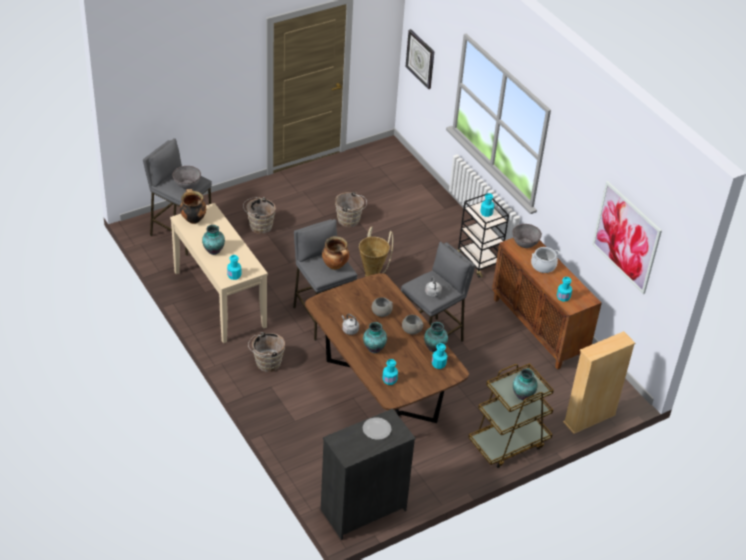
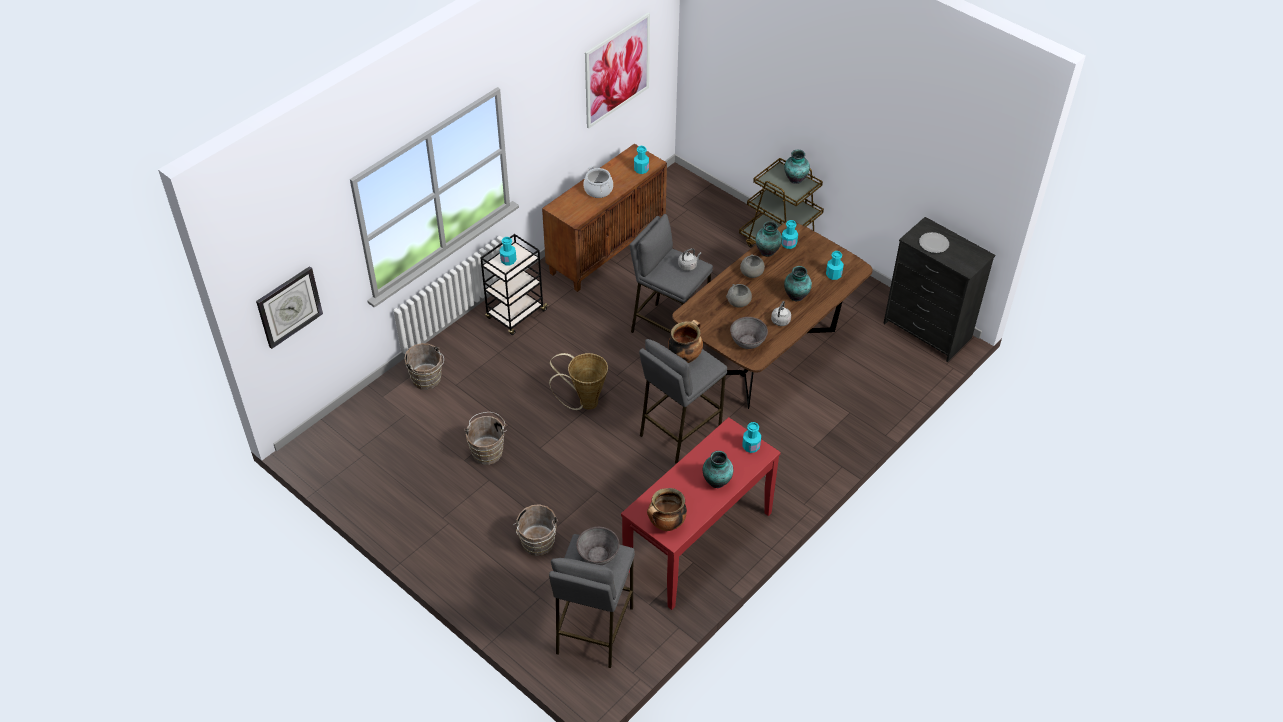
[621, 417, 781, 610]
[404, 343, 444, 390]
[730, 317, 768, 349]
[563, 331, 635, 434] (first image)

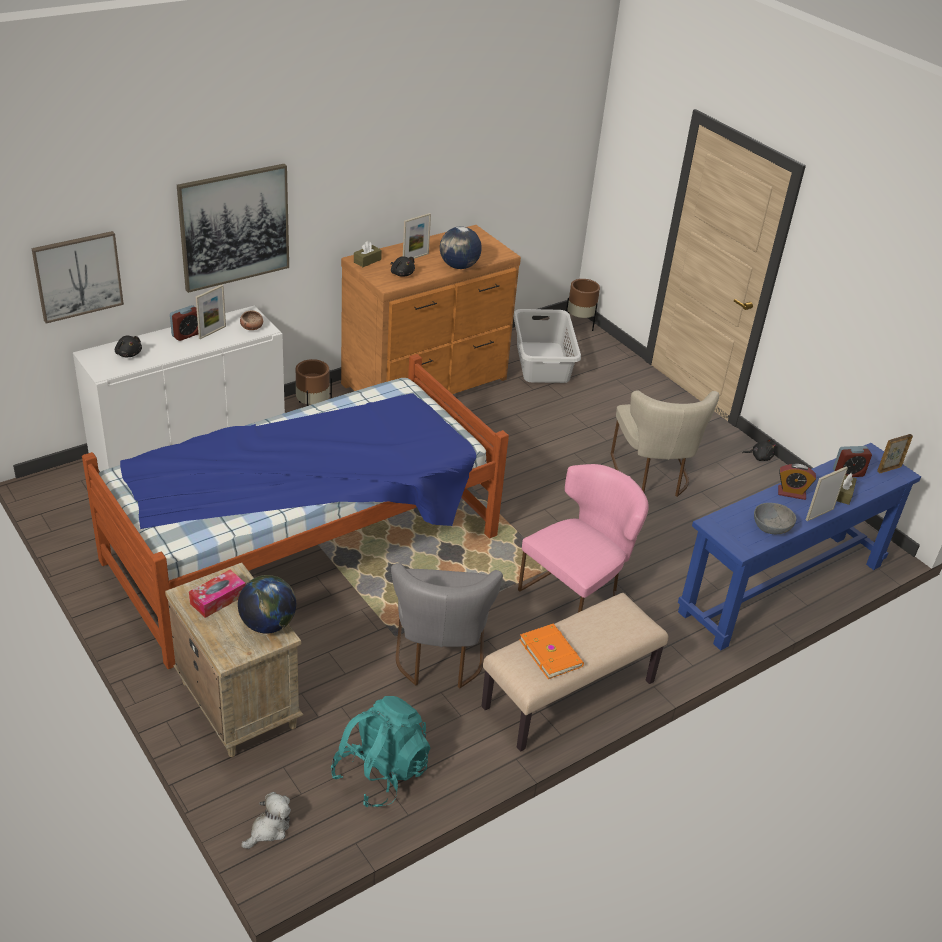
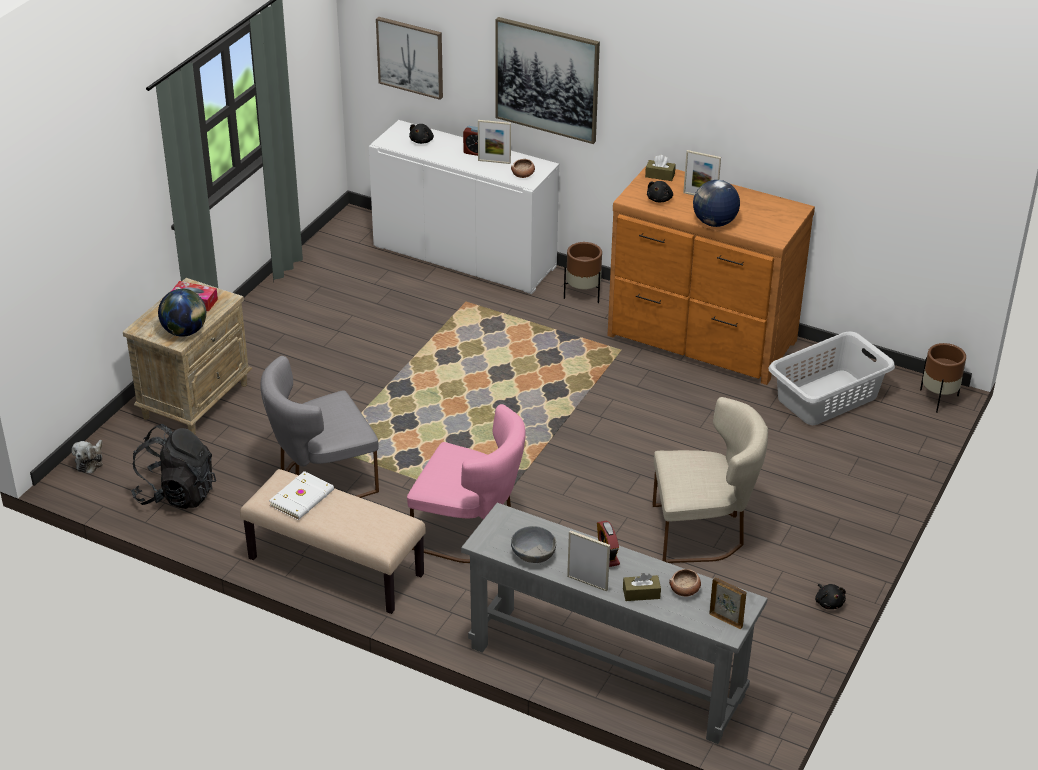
[82, 354, 509, 669] (first image)
[72, 440, 103, 474]
[131, 424, 216, 509]
[269, 471, 334, 520]
[652, 397, 768, 563]
[461, 503, 768, 744]
[669, 569, 701, 597]

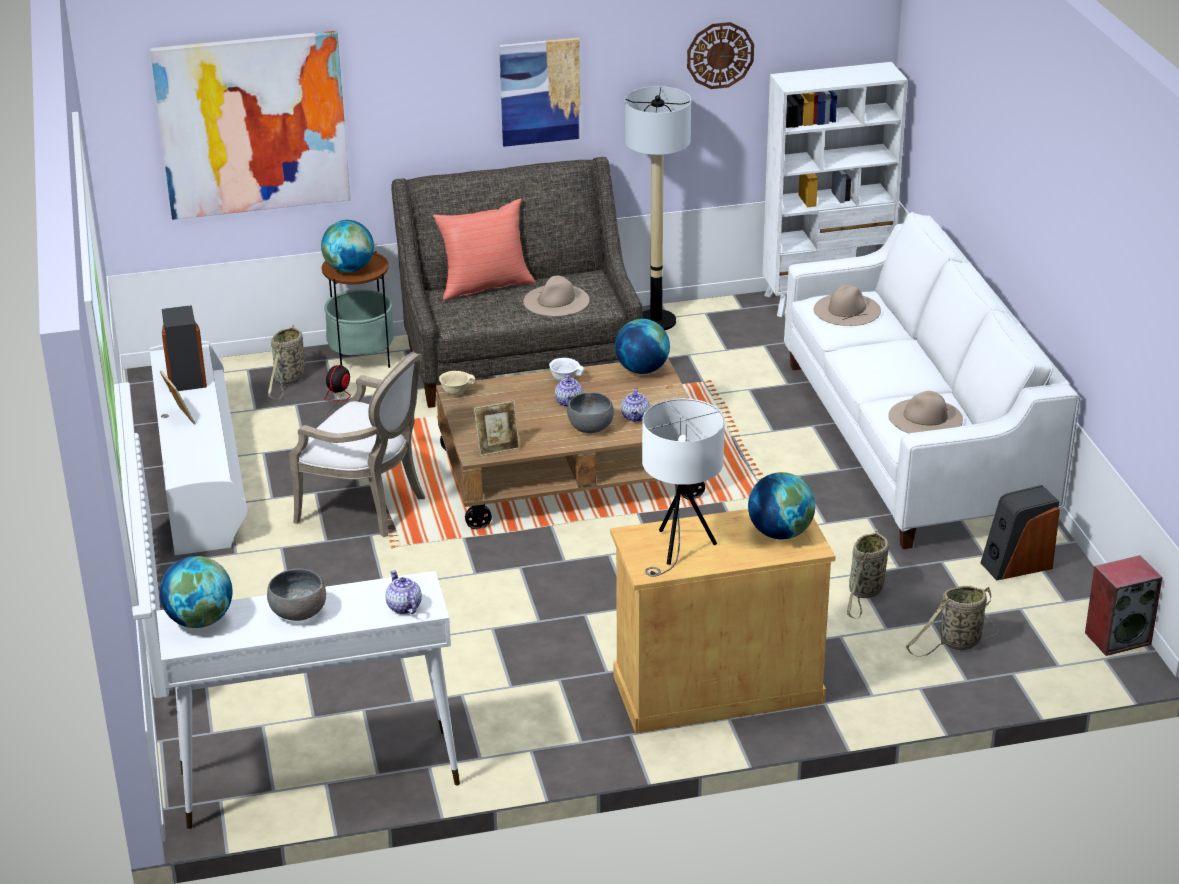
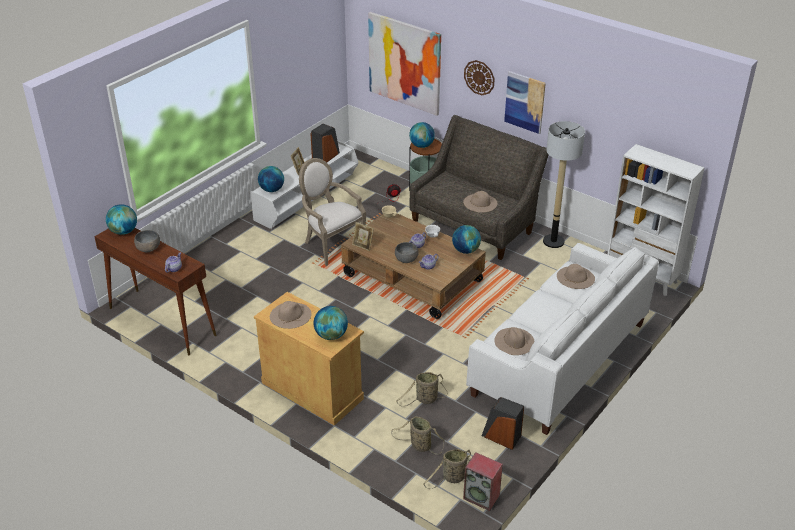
[94, 228, 216, 355]
[423, 449, 471, 489]
[299, 158, 366, 266]
[433, 198, 535, 301] (first image)
[270, 301, 311, 329]
[464, 60, 495, 95]
[258, 166, 284, 192]

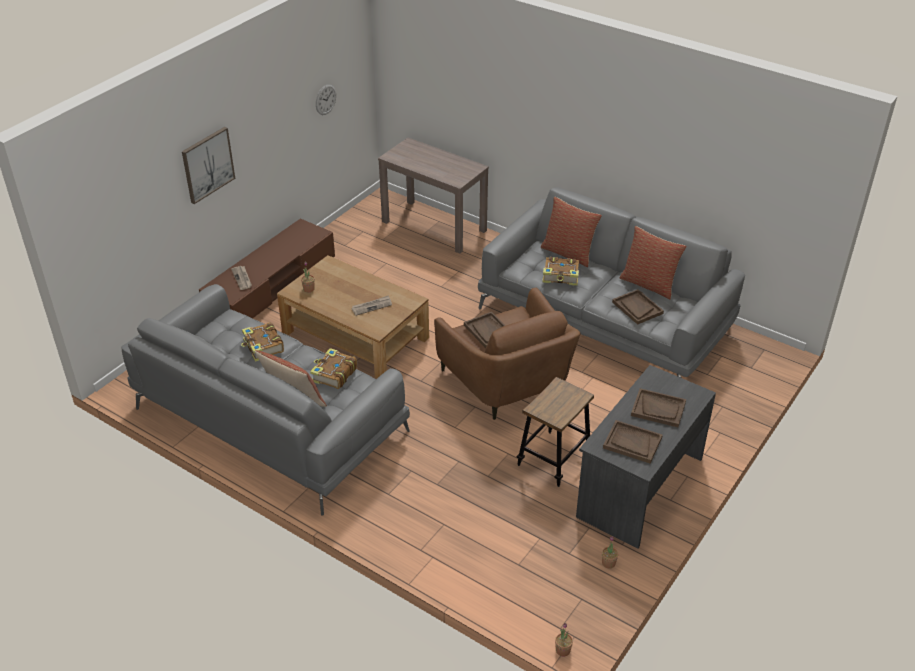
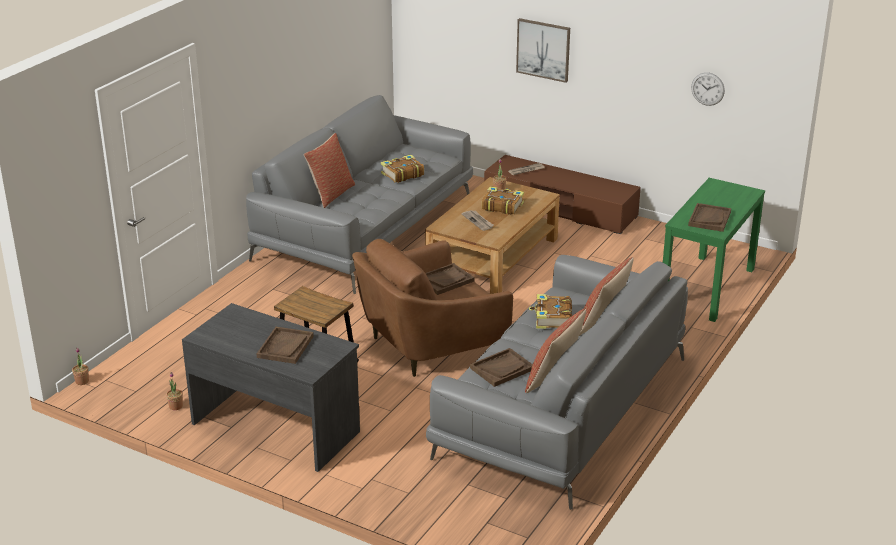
[482, 186, 524, 215]
[663, 178, 765, 322]
[688, 203, 731, 232]

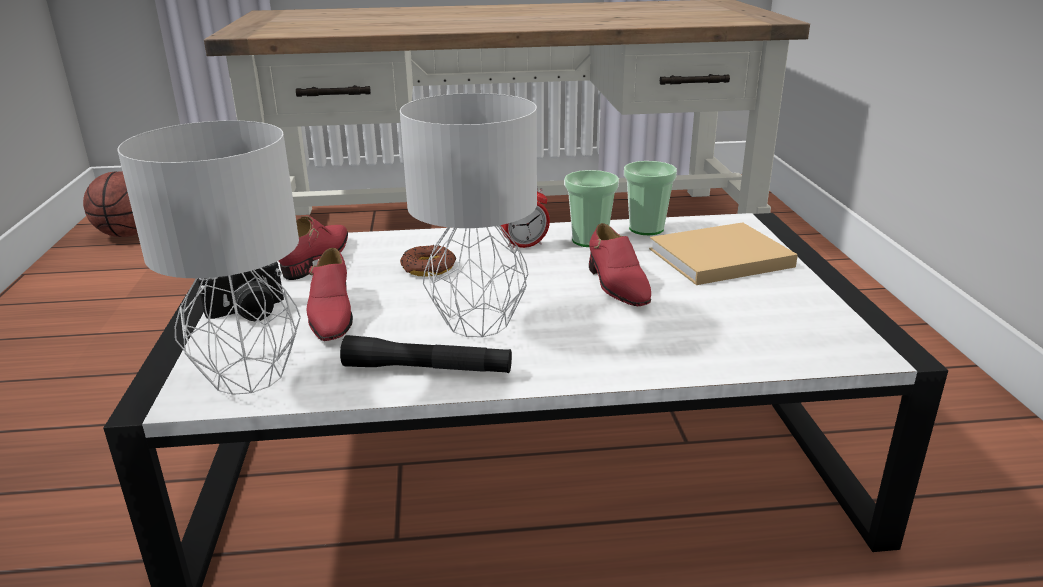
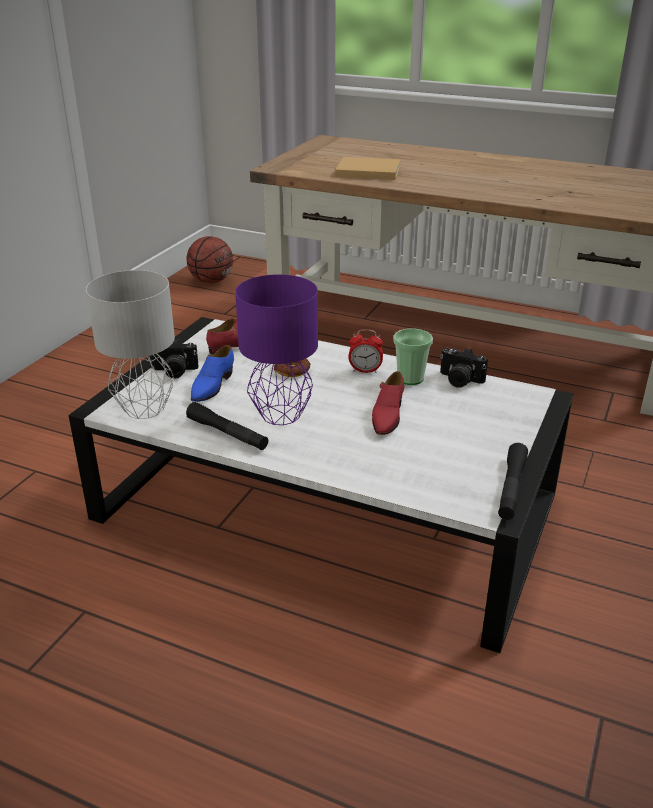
[191, 345, 234, 402]
[235, 274, 318, 425]
[440, 348, 488, 388]
[335, 157, 401, 180]
[498, 443, 528, 520]

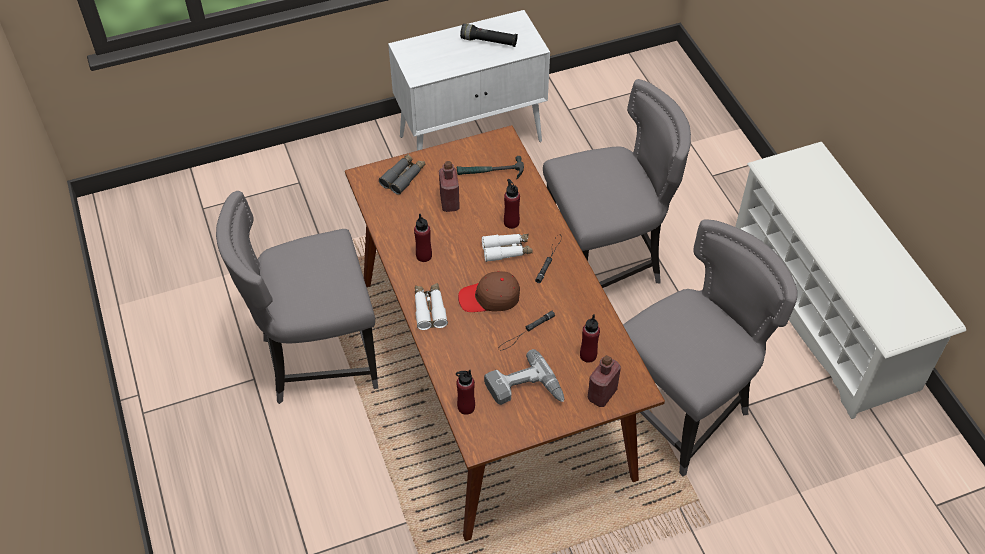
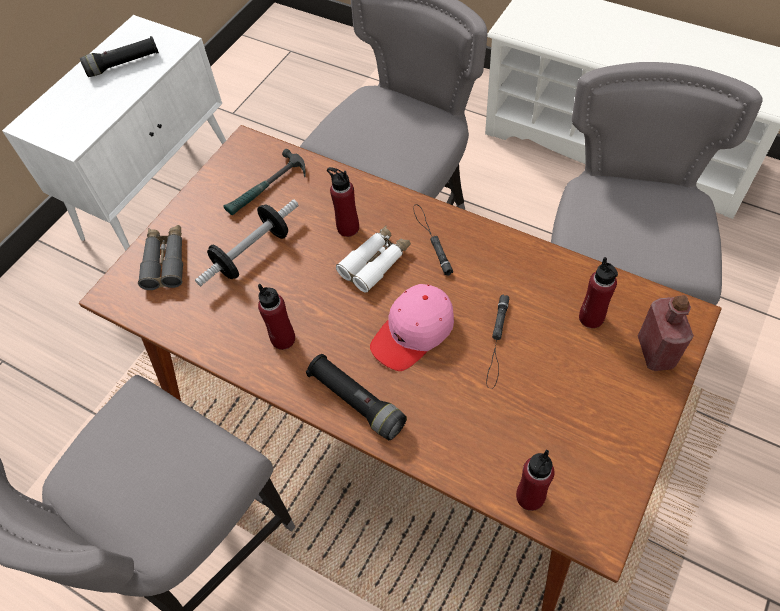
[306, 354, 407, 440]
[195, 199, 299, 286]
[370, 284, 454, 371]
[484, 349, 564, 405] (first image)

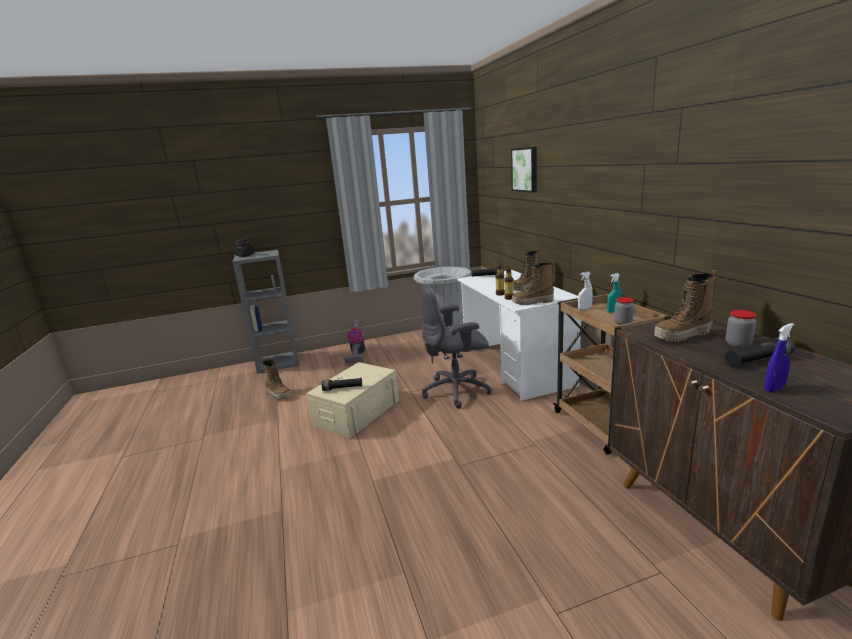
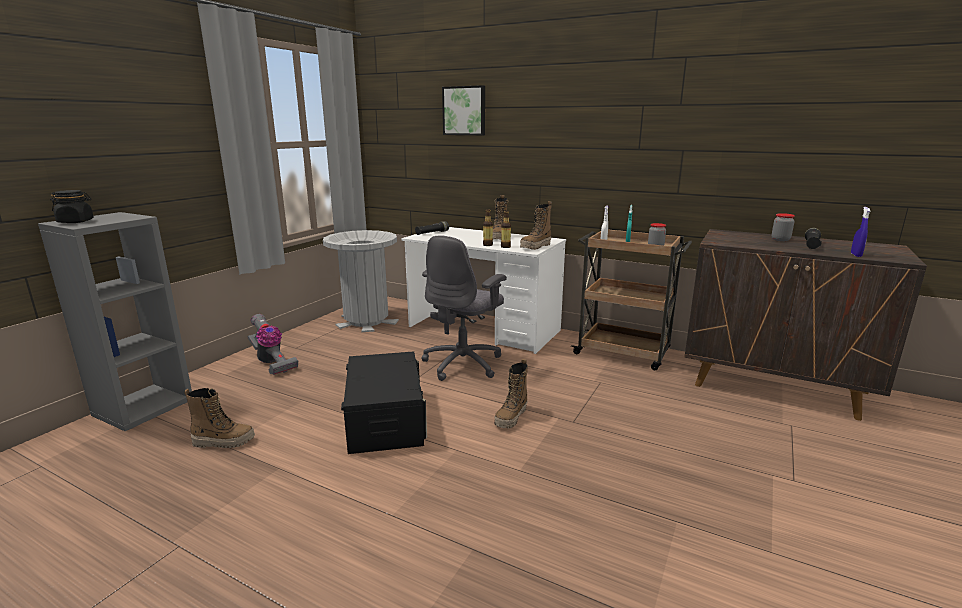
[341, 351, 427, 454]
[322, 378, 362, 391] (first image)
[495, 359, 528, 429]

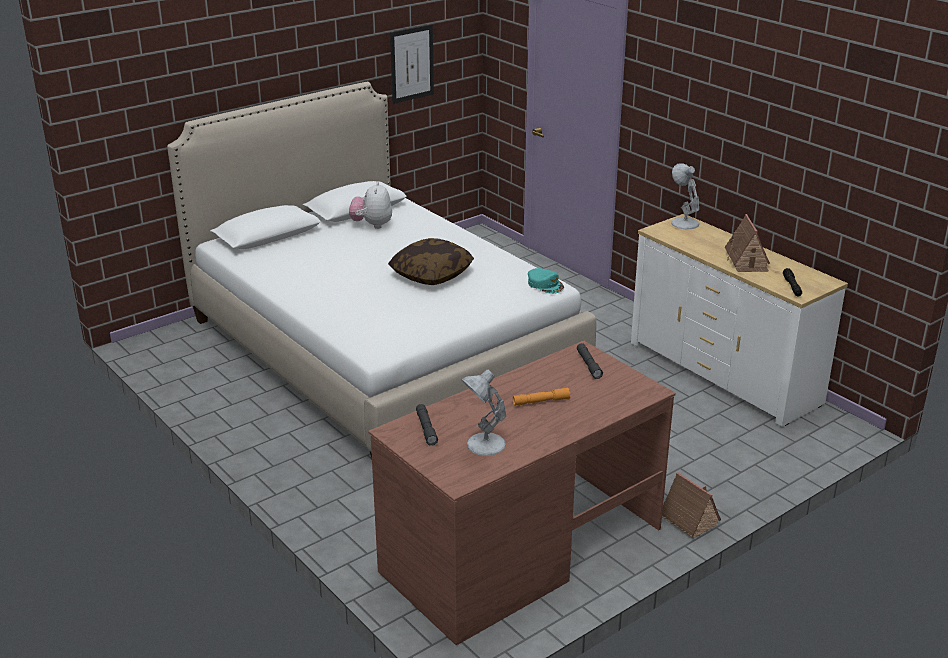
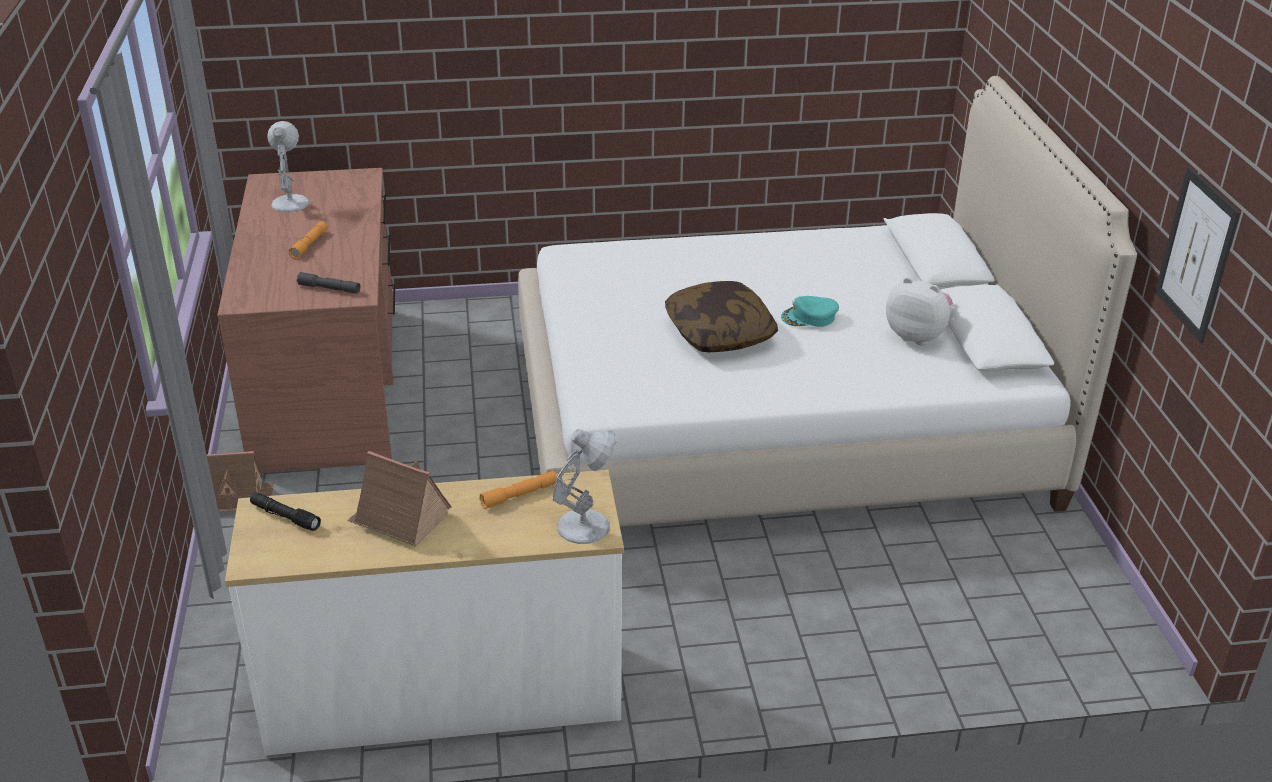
[416, 404, 438, 446] (first image)
[781, 296, 839, 327]
[479, 471, 557, 509]

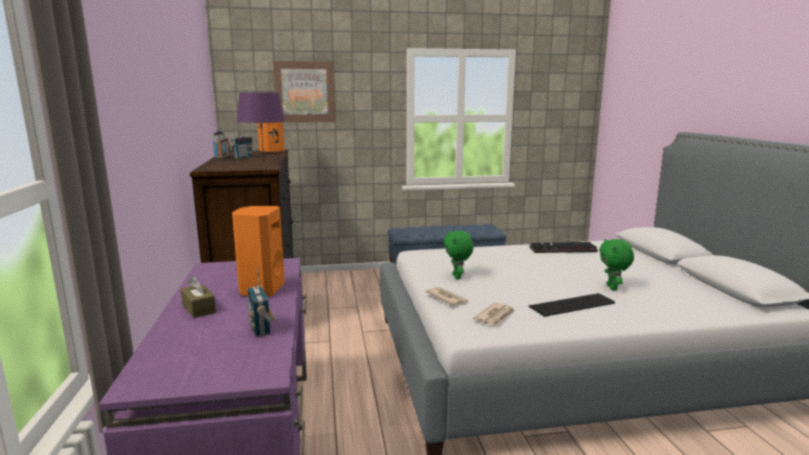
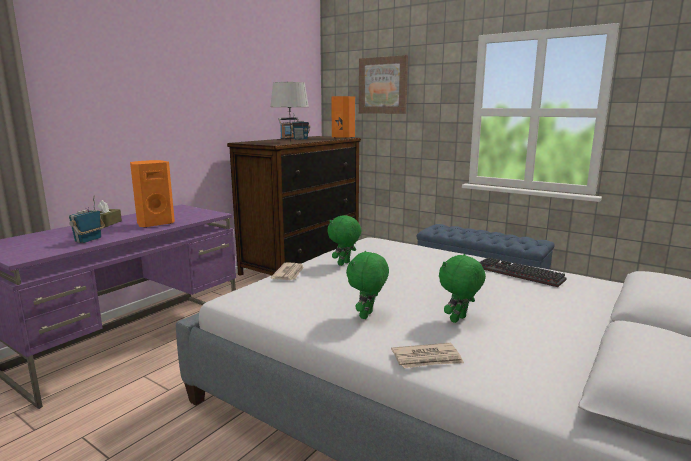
[270, 82, 309, 143]
[391, 343, 464, 368]
[346, 251, 389, 319]

